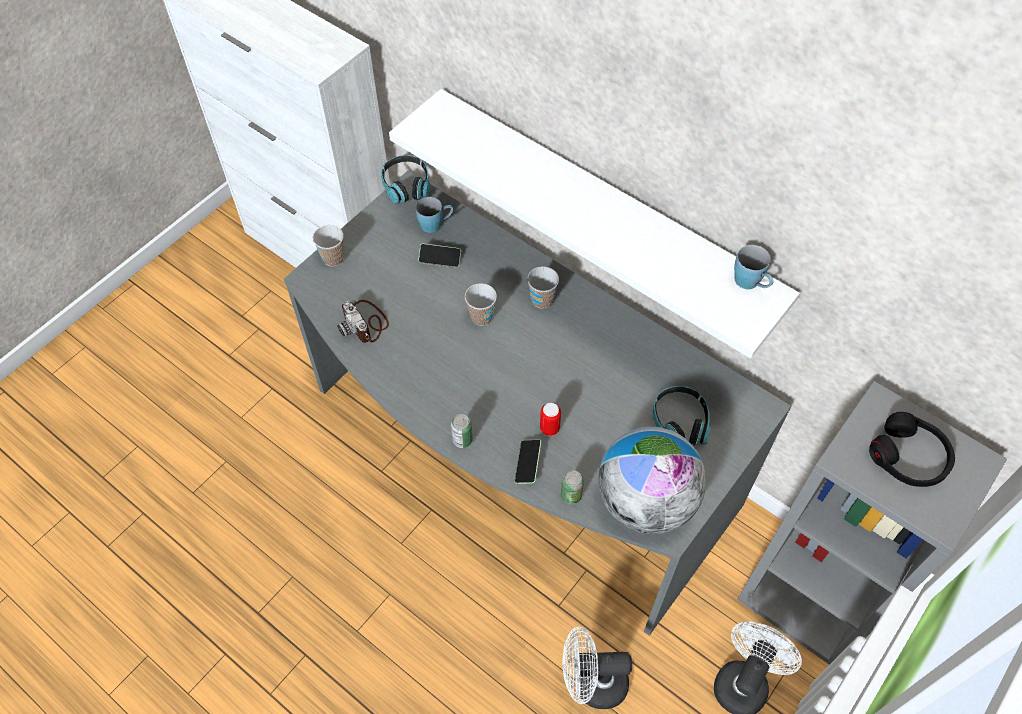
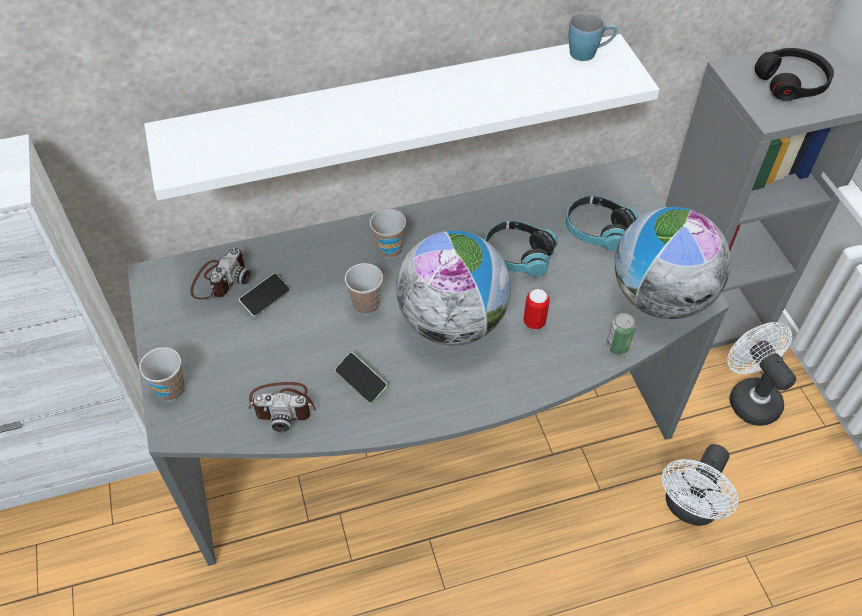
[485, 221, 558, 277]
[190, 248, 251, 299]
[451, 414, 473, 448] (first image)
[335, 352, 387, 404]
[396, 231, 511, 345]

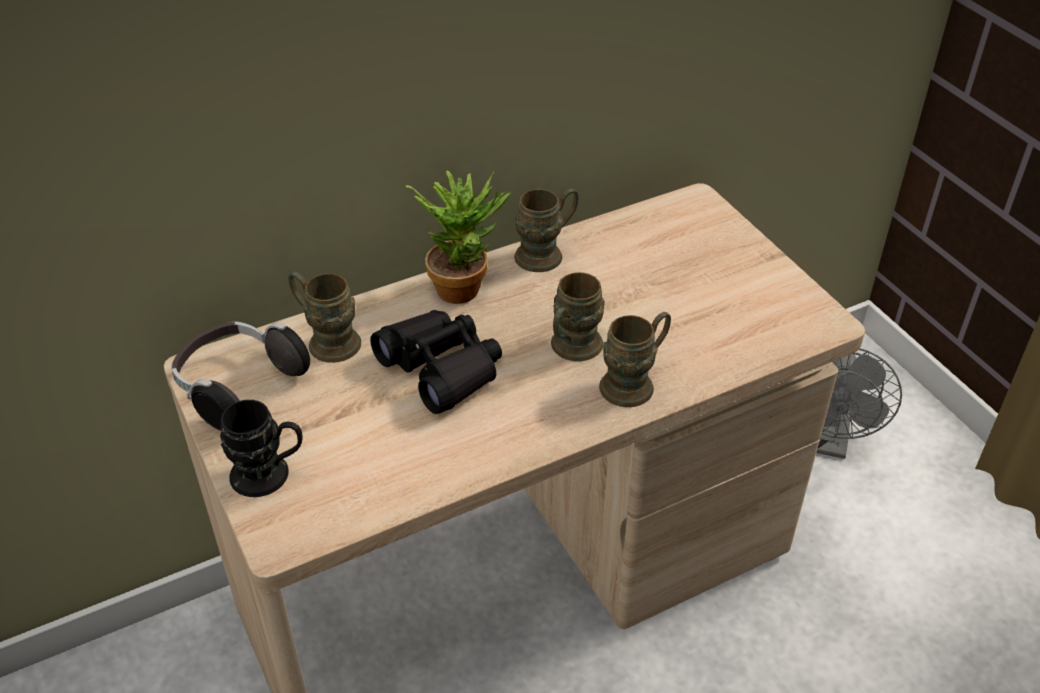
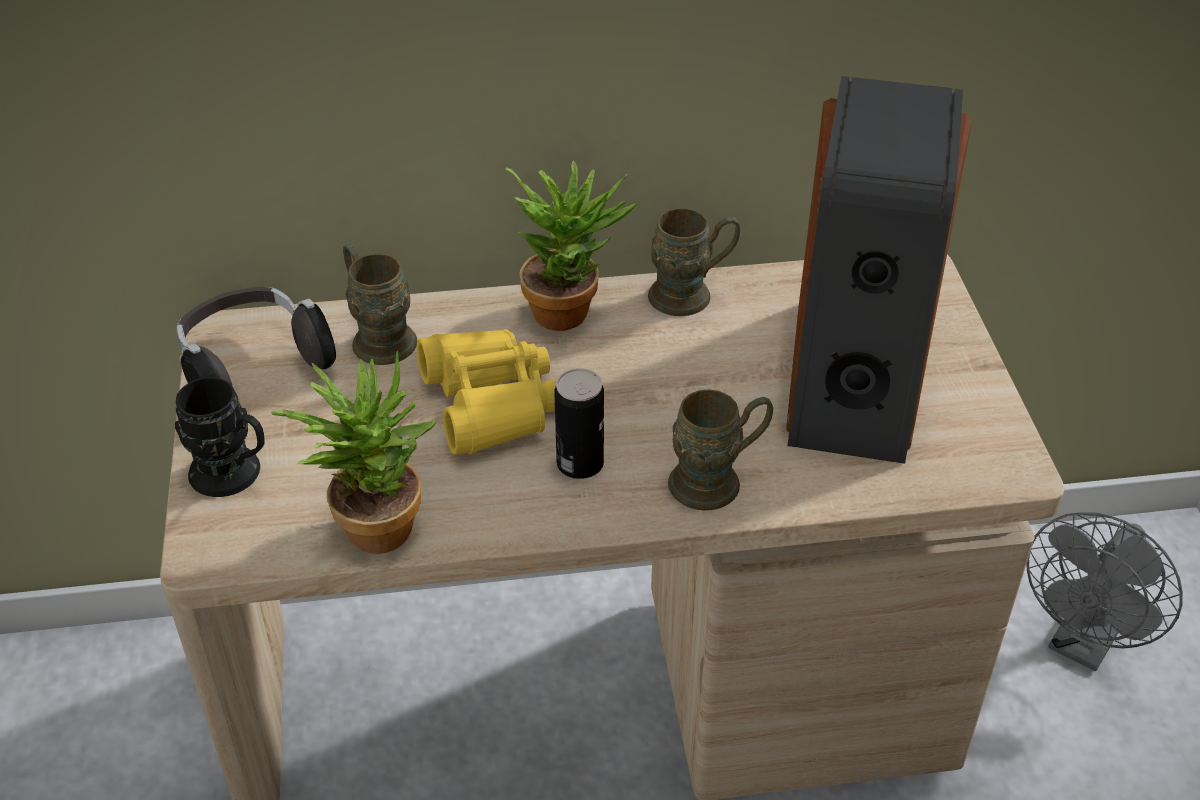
[417, 329, 557, 455]
[551, 272, 605, 361] (first image)
[271, 350, 437, 554]
[555, 368, 604, 479]
[786, 76, 972, 464]

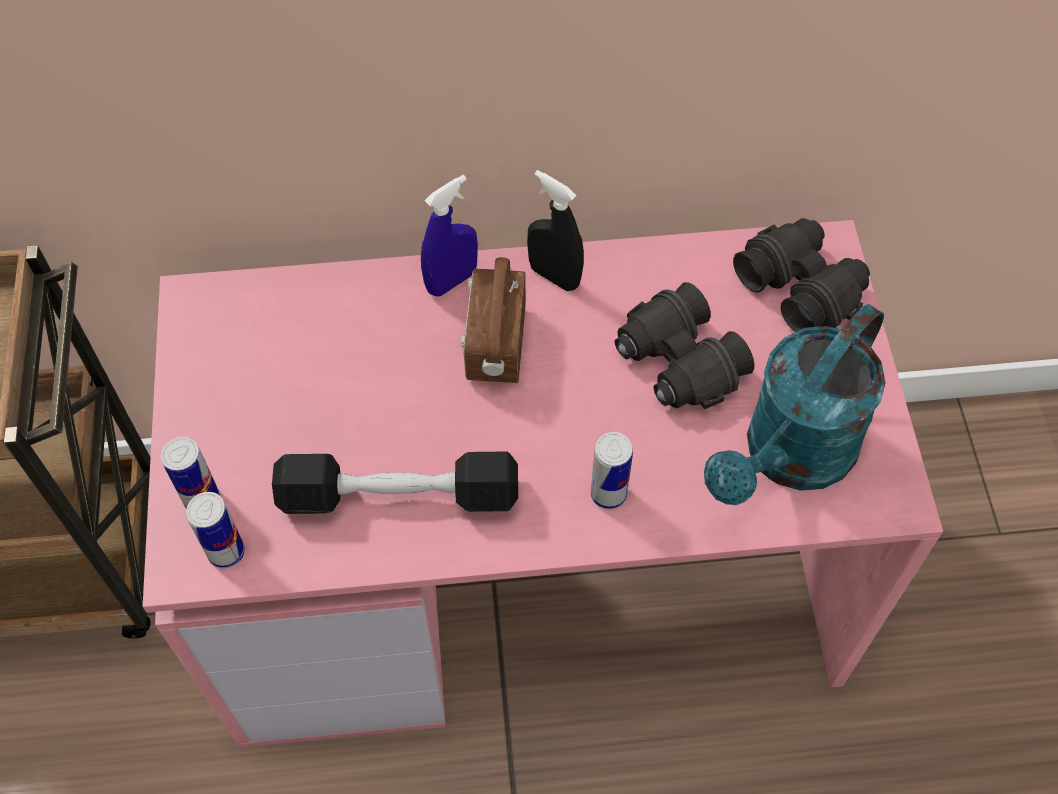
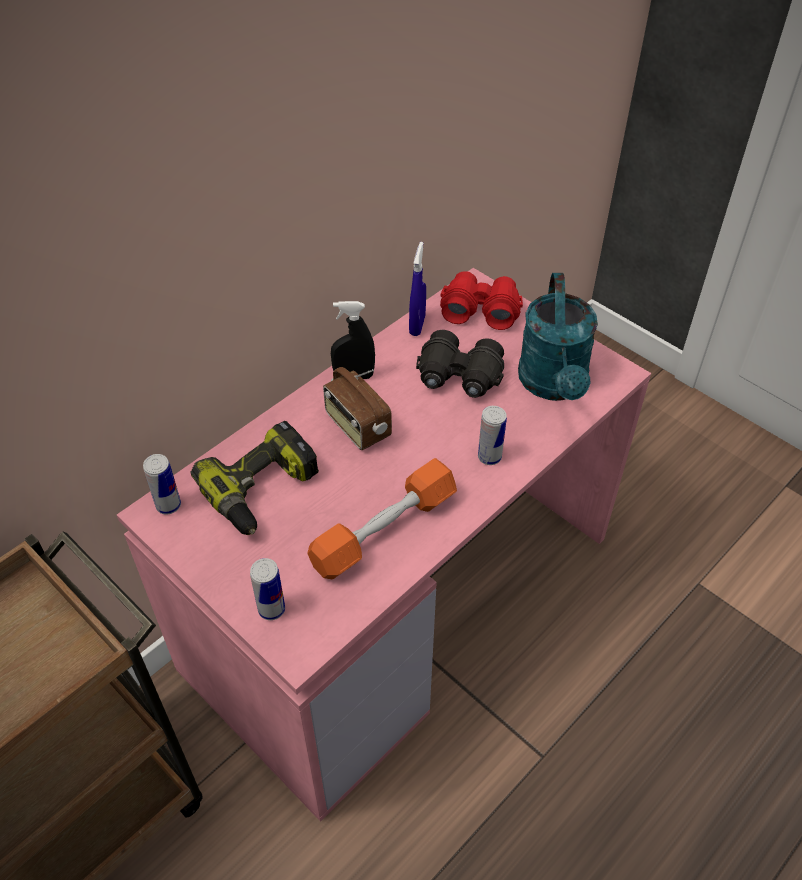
[143, 454, 181, 515]
[307, 458, 457, 579]
[409, 242, 426, 336]
[440, 271, 523, 330]
[190, 421, 319, 535]

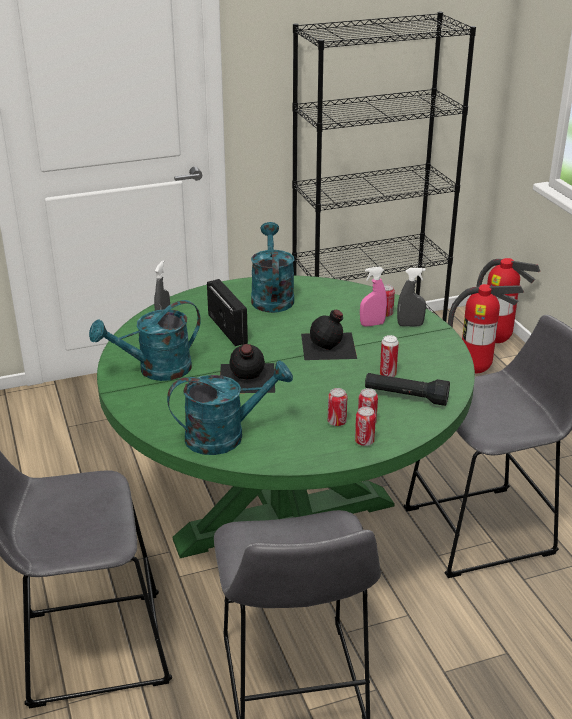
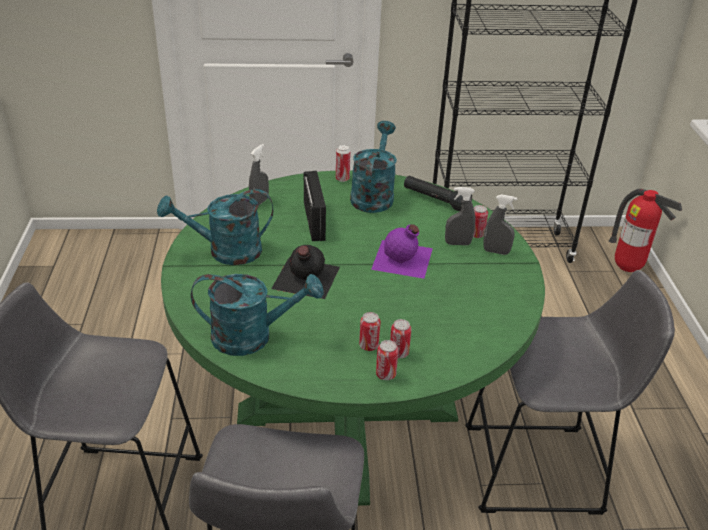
[371, 224, 433, 279]
[445, 187, 475, 245]
[404, 176, 472, 212]
[336, 145, 351, 182]
[448, 284, 524, 373] (first image)

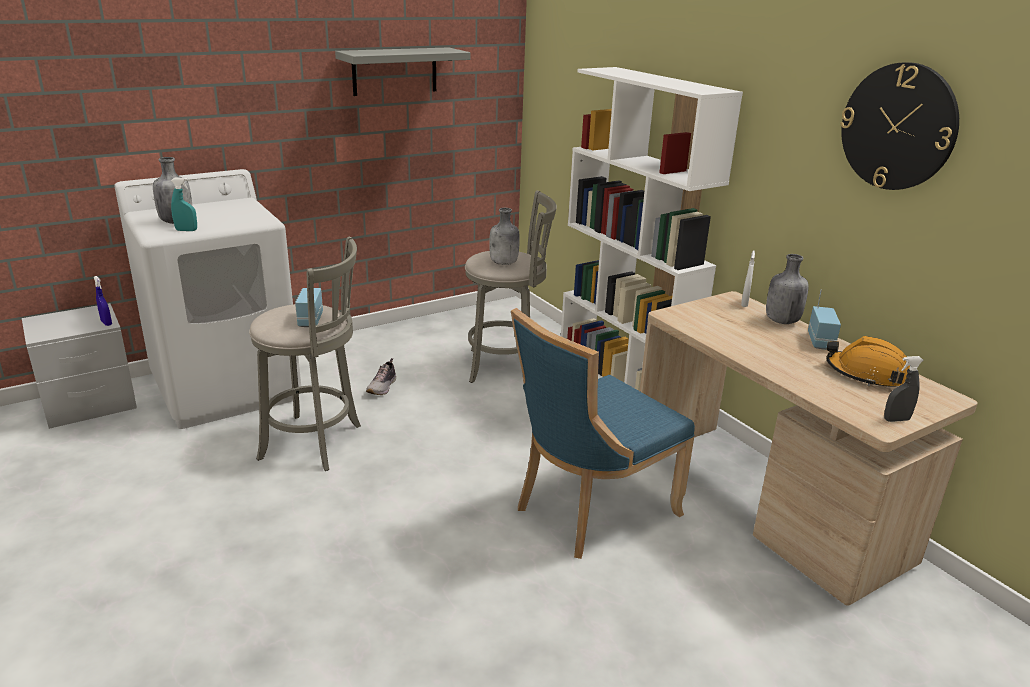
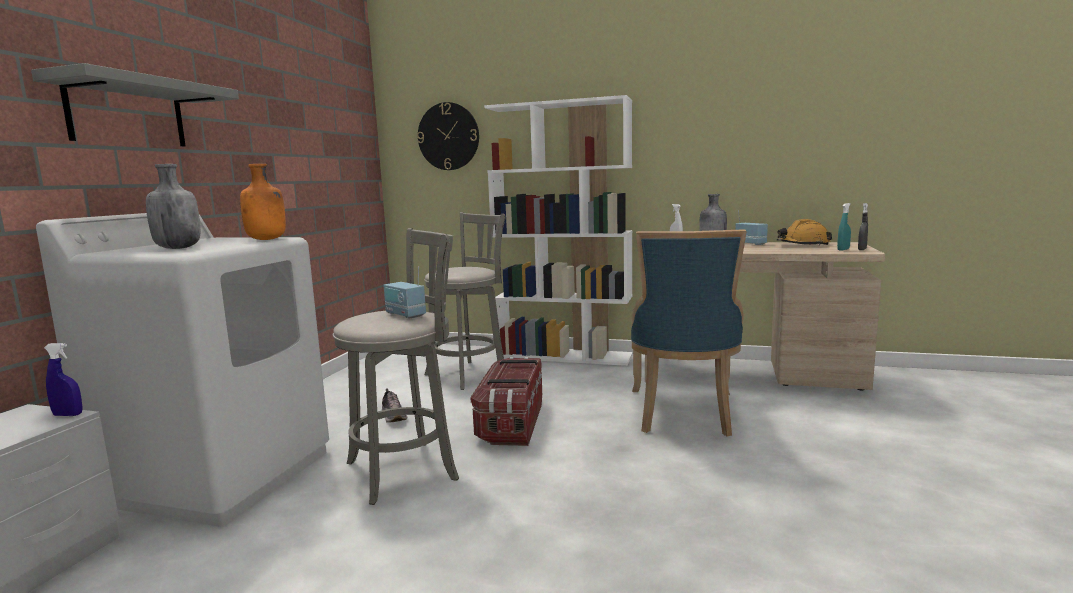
[837, 203, 851, 251]
[31, 63, 239, 147]
[489, 208, 520, 265] (first image)
[417, 102, 479, 170]
[240, 164, 286, 240]
[470, 357, 542, 446]

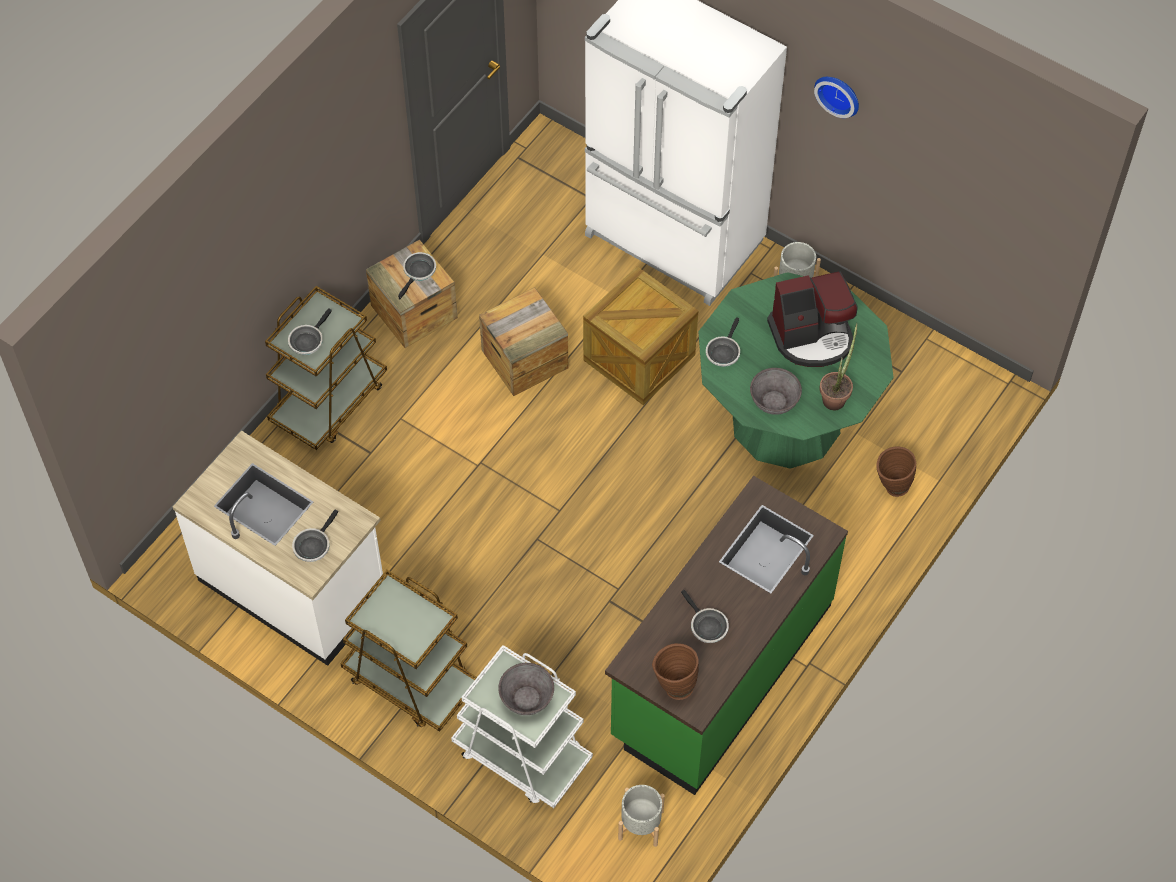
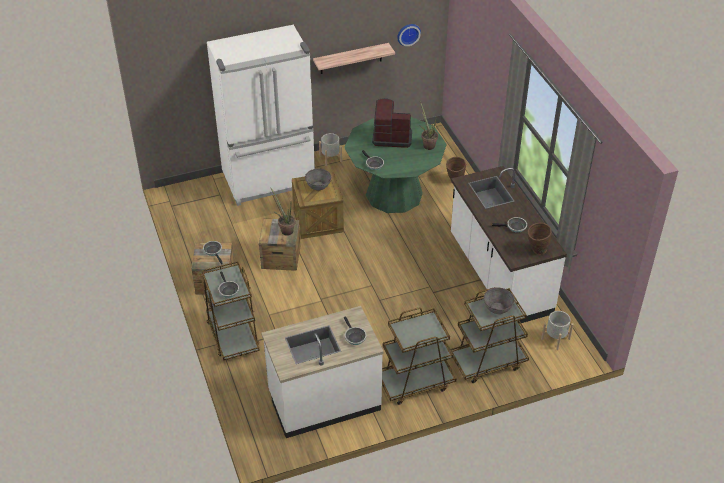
[450, 287, 529, 383]
[451, 166, 567, 324]
[305, 169, 331, 191]
[372, 98, 412, 148]
[397, 24, 421, 46]
[271, 188, 295, 236]
[313, 43, 395, 74]

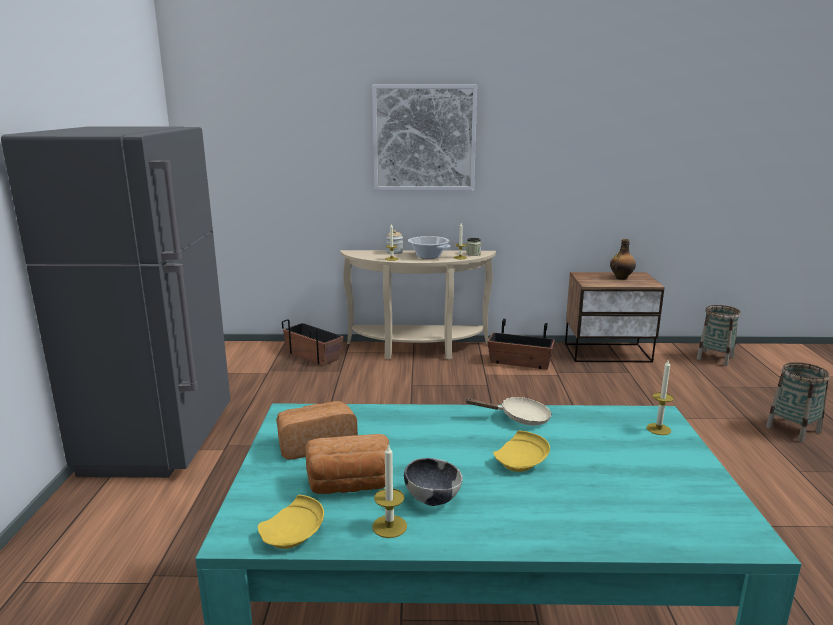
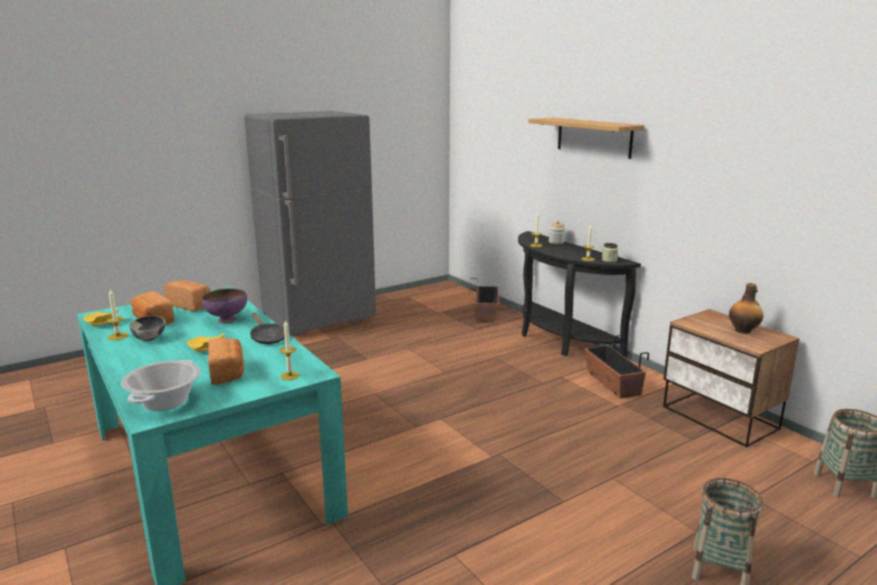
[518, 231, 641, 358]
[528, 117, 644, 159]
[121, 360, 201, 411]
[250, 313, 285, 344]
[202, 288, 247, 323]
[208, 338, 244, 385]

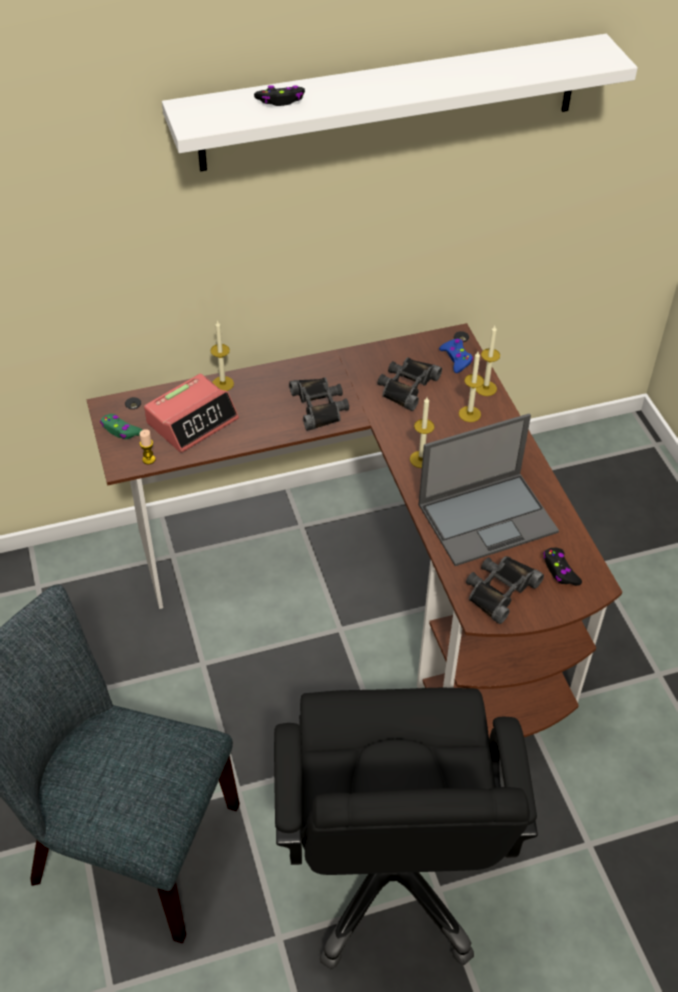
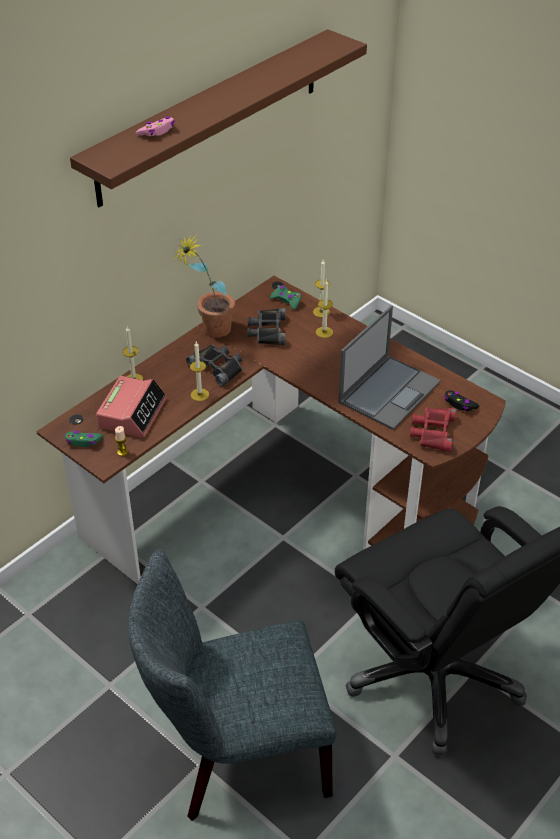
[70, 29, 367, 207]
[136, 116, 175, 136]
[190, 341, 209, 401]
[270, 285, 302, 310]
[410, 407, 456, 452]
[174, 234, 235, 338]

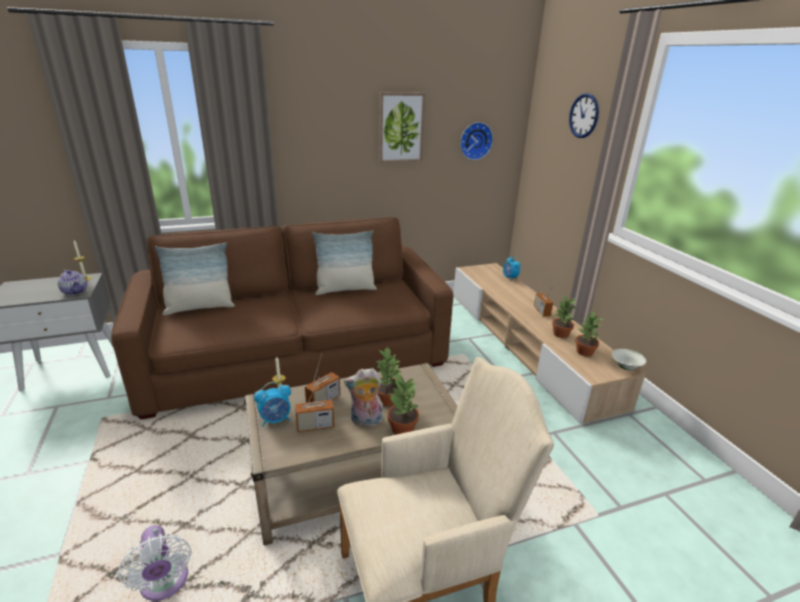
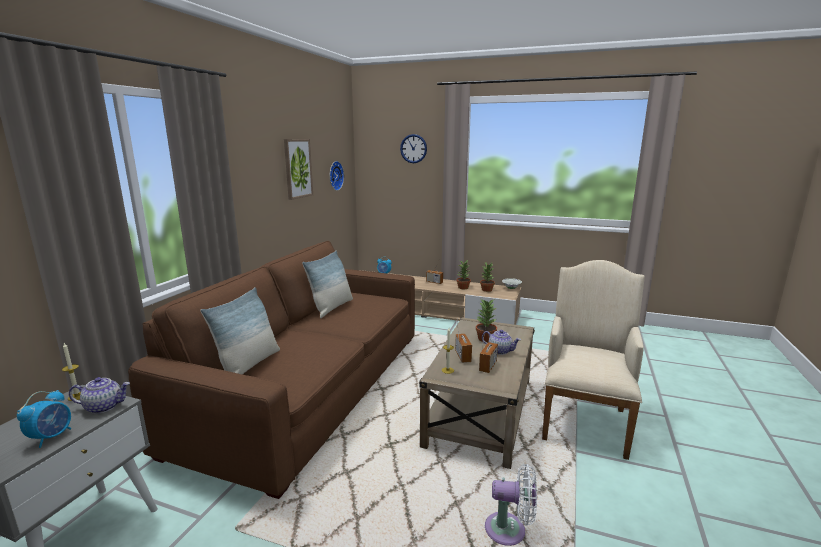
[17, 390, 71, 448]
[482, 330, 521, 355]
[387, 374, 419, 435] (first image)

